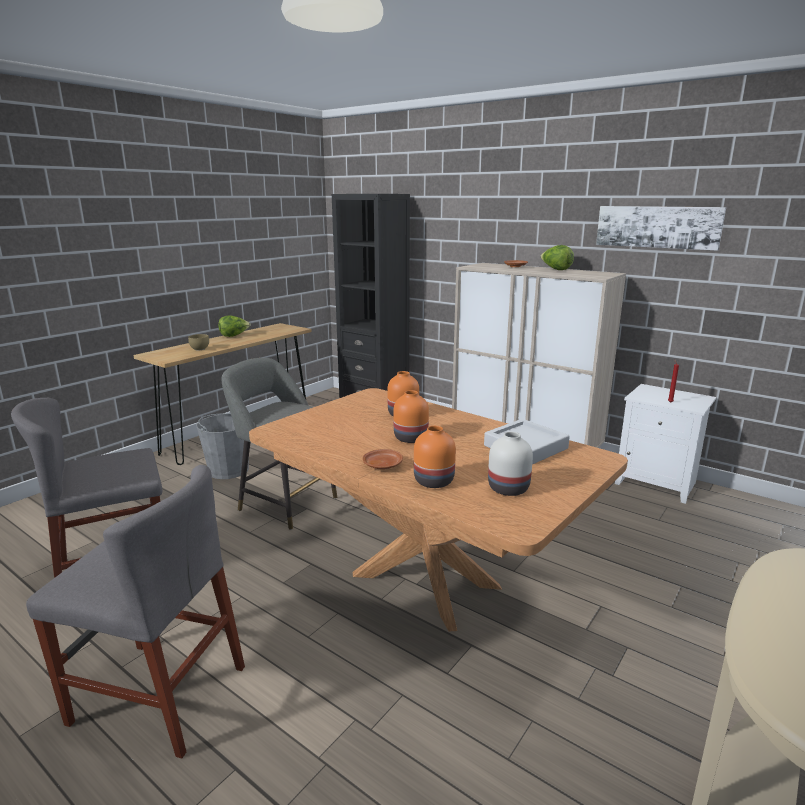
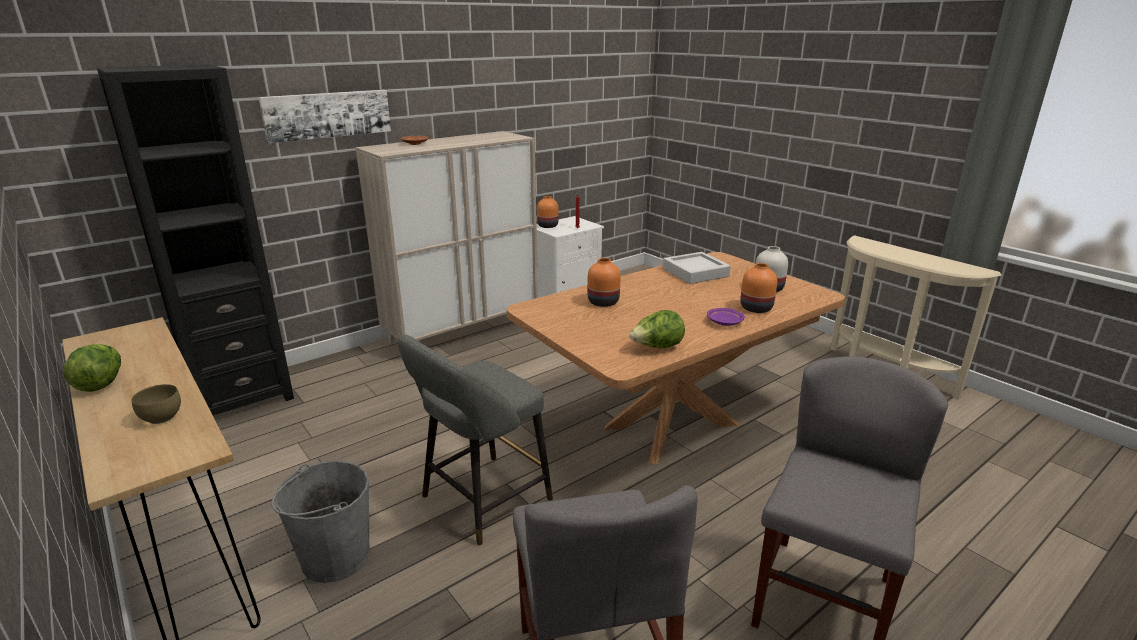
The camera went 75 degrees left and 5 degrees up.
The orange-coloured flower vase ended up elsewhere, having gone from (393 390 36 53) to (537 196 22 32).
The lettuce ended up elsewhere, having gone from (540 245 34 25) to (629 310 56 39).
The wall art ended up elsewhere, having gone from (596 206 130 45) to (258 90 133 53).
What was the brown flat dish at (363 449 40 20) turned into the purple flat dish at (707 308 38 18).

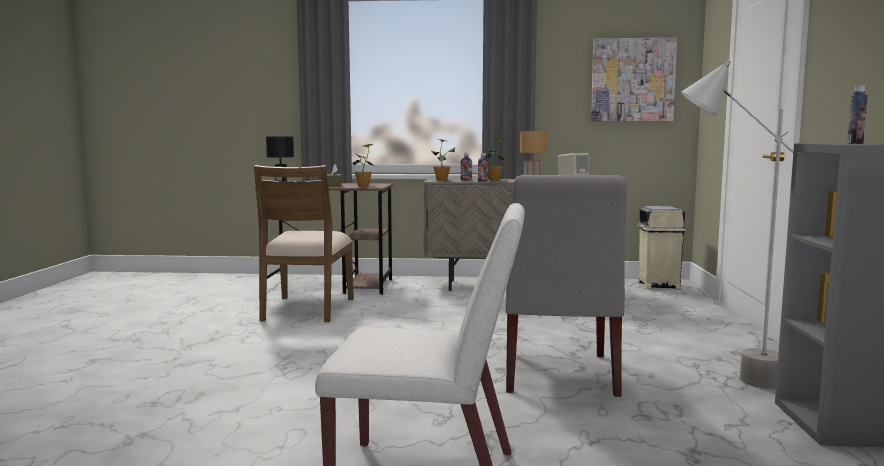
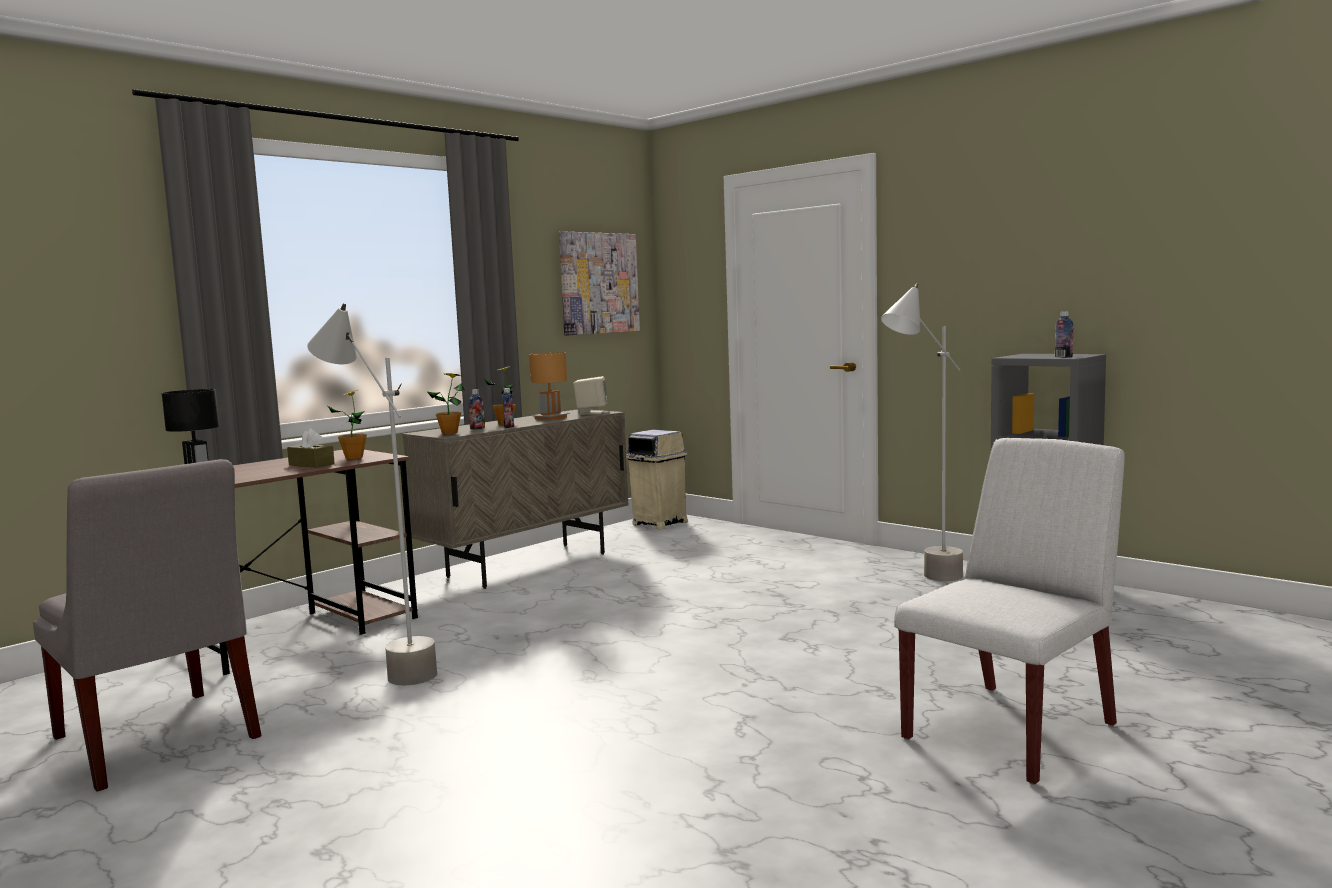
The camera went 50 degrees left and 0 degrees up.
The gray plain chair ended up elsewhere, having gone from (506 175 121 222) to (33 459 229 332).
Where the brown plain chair stood at (254 165 100 157), the gray standard lamp came to stand at (307 303 130 382).

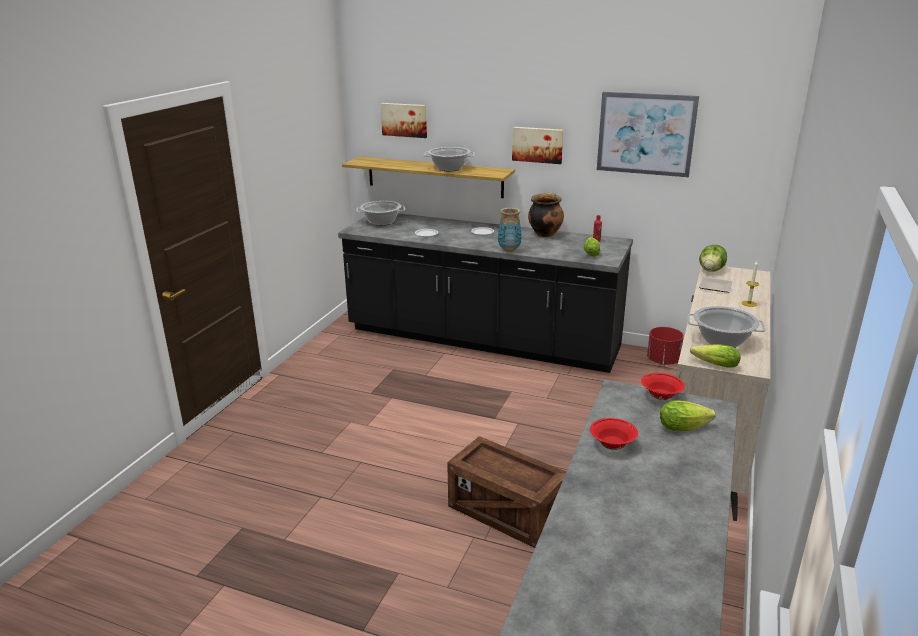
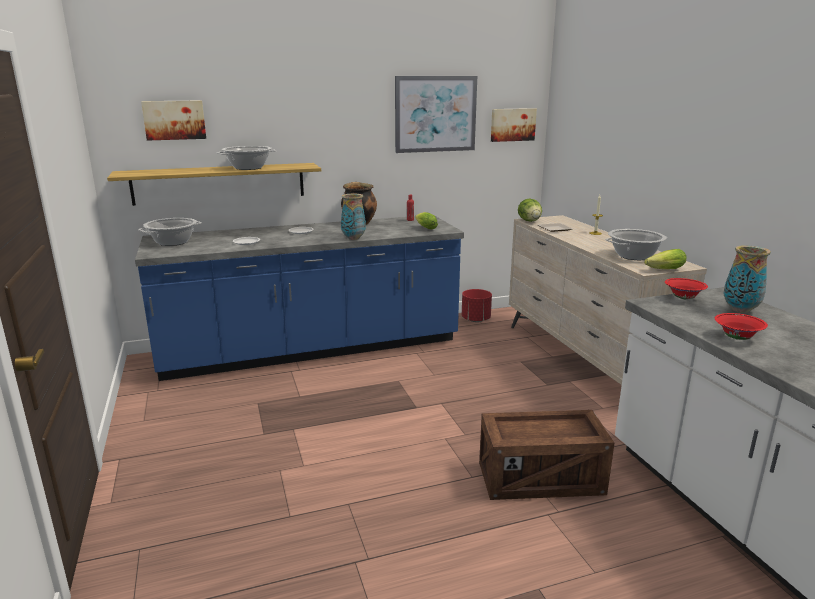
The camera went 40 degrees left and 5 degrees down.
The wall art ended up elsewhere, having gone from (512 127 51 37) to (491 108 46 34).
Where the lettuce stood at (660 400 56 31), the flower vase came to stand at (723 245 48 68).
What was the black kitchen base unit at (338 213 295 160) turned into the blue-coloured kitchen base unit at (135 215 329 166).

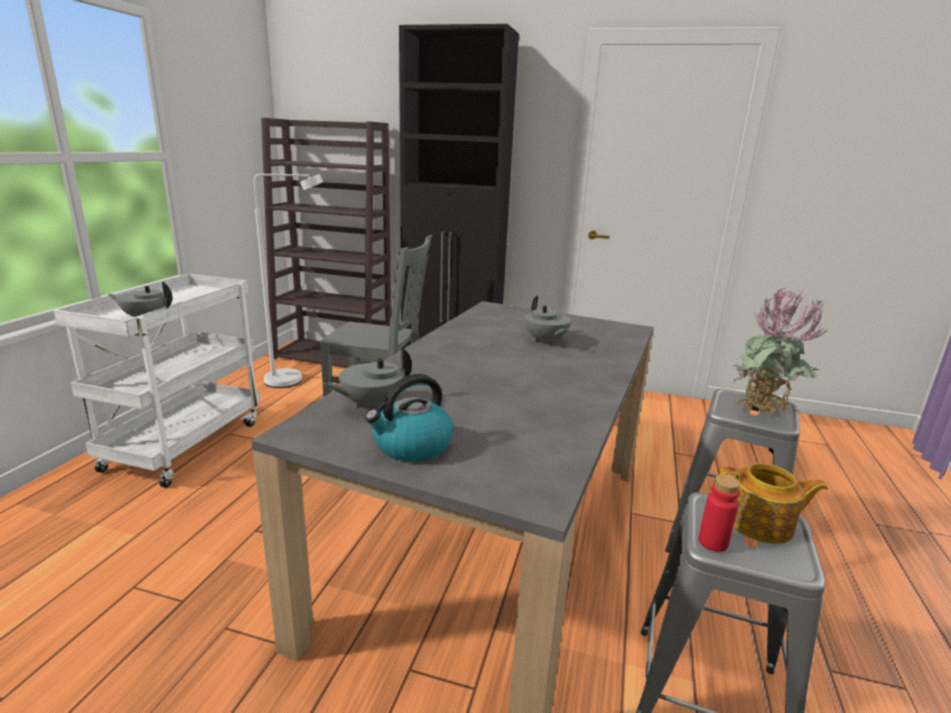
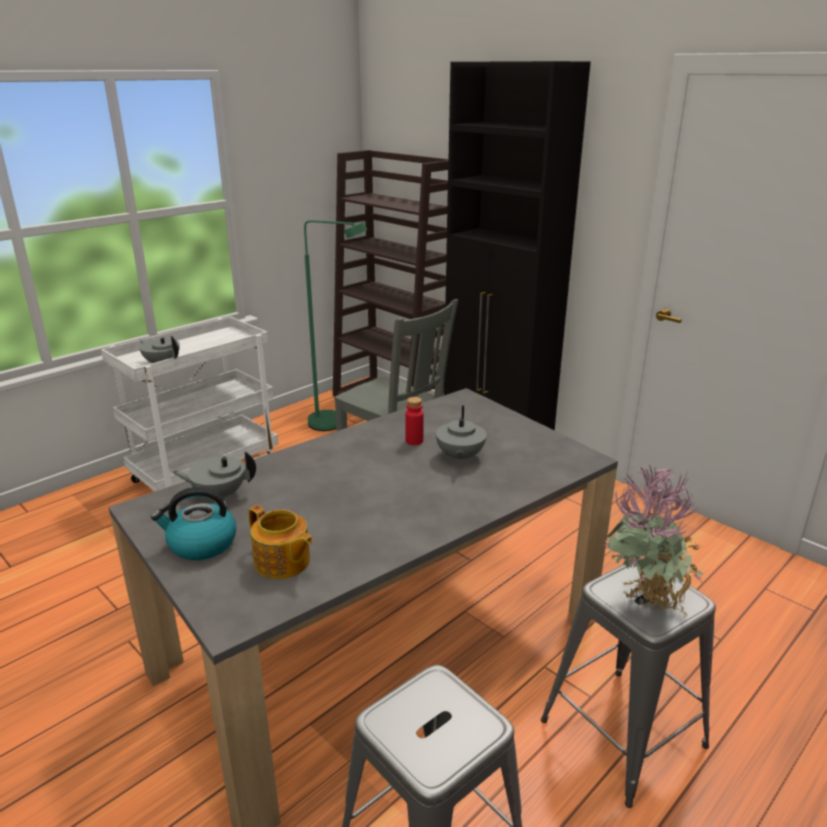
The camera went 30 degrees right and 5 degrees up.
The red bottle ended up elsewhere, having gone from (699 474 41 78) to (405 397 19 48).
The teapot ended up elsewhere, having gone from (718 463 110 81) to (248 505 65 74).
What was the white standard lamp at (254 174 69 214) turned into the green standard lamp at (304 220 63 211).

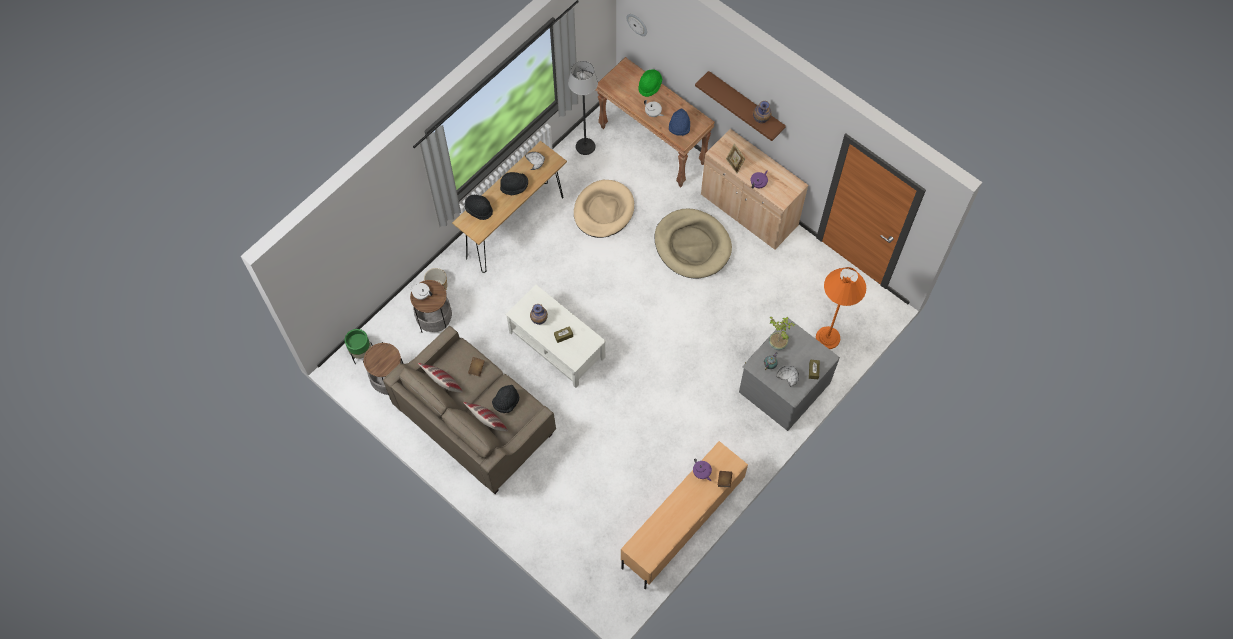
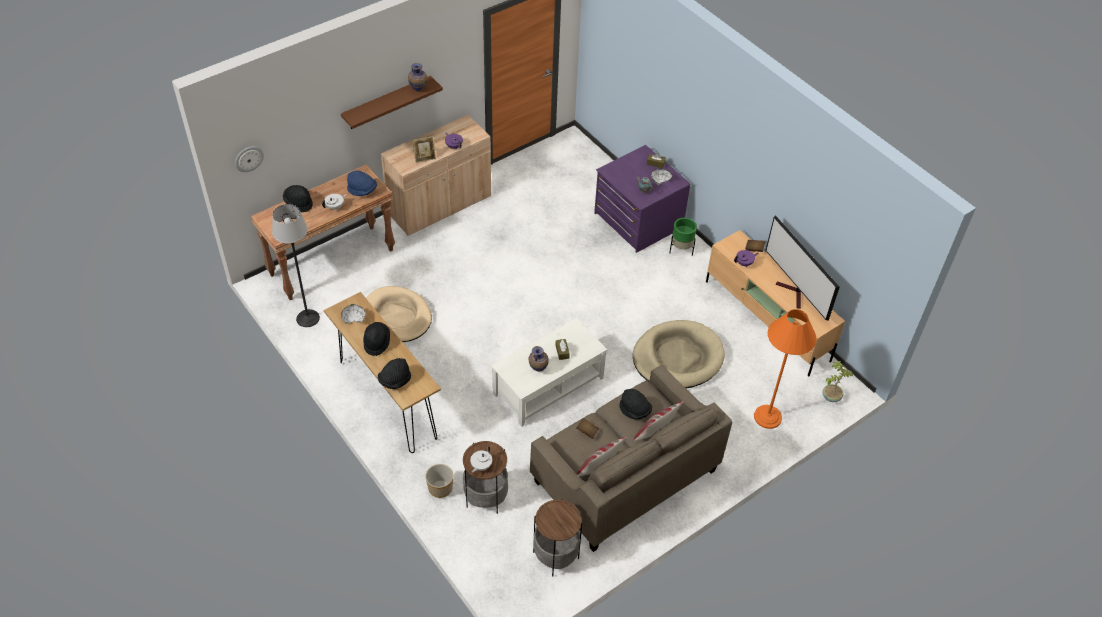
The camera went 80 degrees left and 15 degrees down.
The second view gained the TV set at (766 215 74 106).
The green planter ended up elsewhere, having gone from (345 329 28 35) to (670 218 27 38).
The beige pet bed ended up elsewhere, having gone from (654 209 78 70) to (633 320 92 69).
The plant in a pot ended up elsewhere, having gone from (769 317 26 33) to (823 361 30 41).
The orange-coloured standard lamp ended up elsewhere, having gone from (816 267 50 82) to (754 309 62 120).
What was the green wearable hat at (638 69 24 28) turned into the black wearable hat at (283 185 30 27).
What was the gray dresser at (739 318 101 113) turned into the purple dresser at (594 145 97 108).

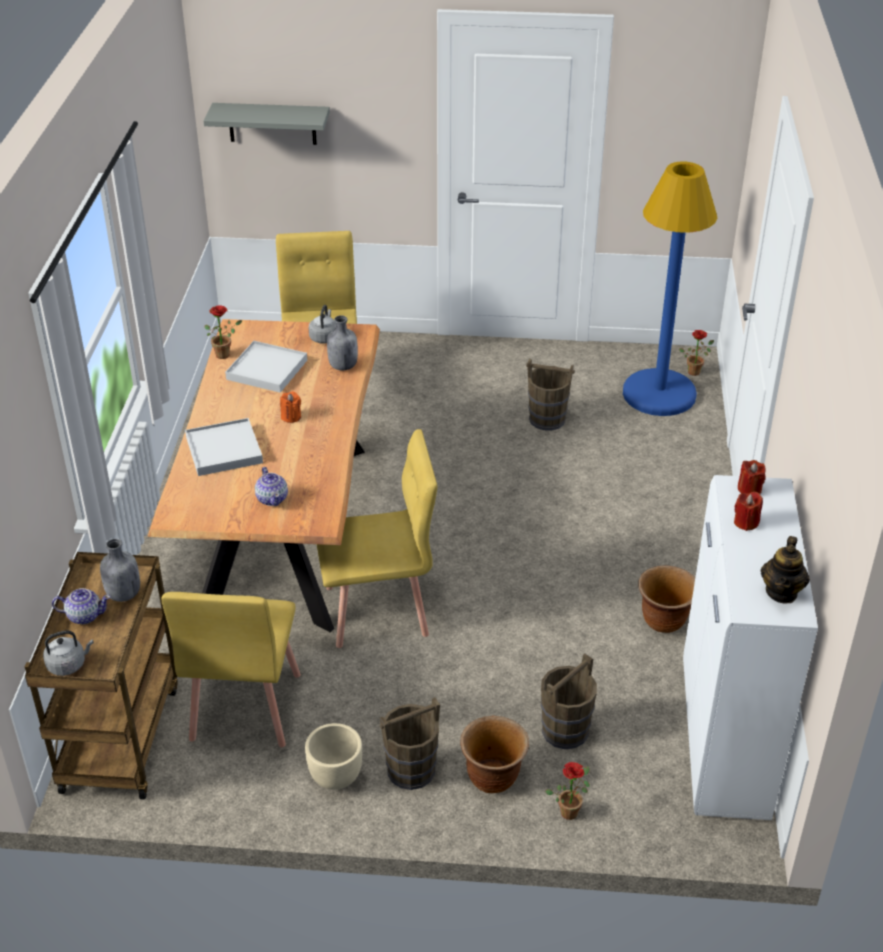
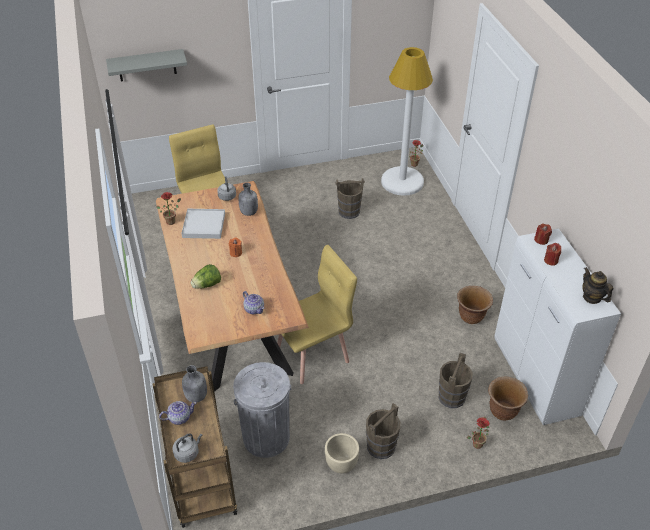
The camera went 20 degrees left and 5 degrees up.
The brown planter ended up elsewhere, having gone from (460 715 69 78) to (488 377 40 44).
Where the yellowish plain chair stood at (162 592 139 155), the gray trash can came to stand at (233 362 58 96).
Where the white tray stood at (185 418 78 58), the lettuce came to stand at (191 264 30 25).
What was the blue-coloured standard lamp at (623 161 94 255) turned into the white standard lamp at (381 47 52 149).
The teapot at (761 536 49 68) ended up facing another way, 150 degrees clockwise from before.

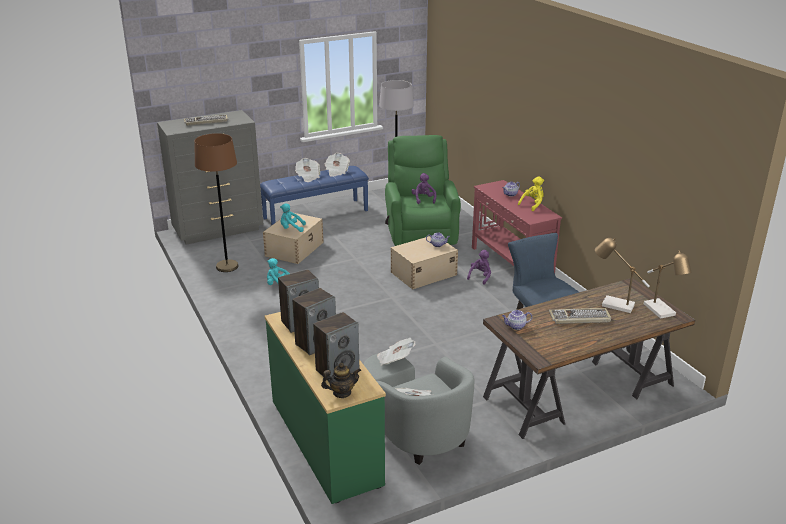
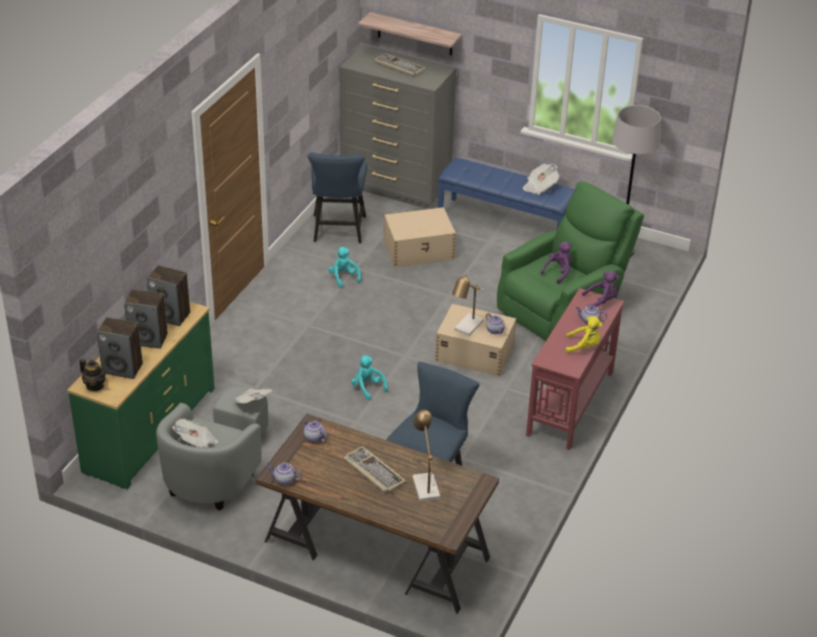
The camera went 50 degrees right and 10 degrees up.
The second view lost the daily paper at (295 158 25 24).
The second view gained the teapot at (267 463 35 23).
The second view gained the bracket shelf at (358 12 104 43).
The blue-green plush toy ended up elsewhere, having gone from (280 203 26 29) to (351 355 37 45).
The purple plush toy ended up elsewhere, having gone from (467 250 24 35) to (582 271 37 36).
The lamp for a table ended up elsewhere, having gone from (644 250 48 69) to (452 274 32 62).
Where the brown standard lamp stood at (194 133 45 139), the blue-coloured plain chair came to stand at (308 153 59 90).

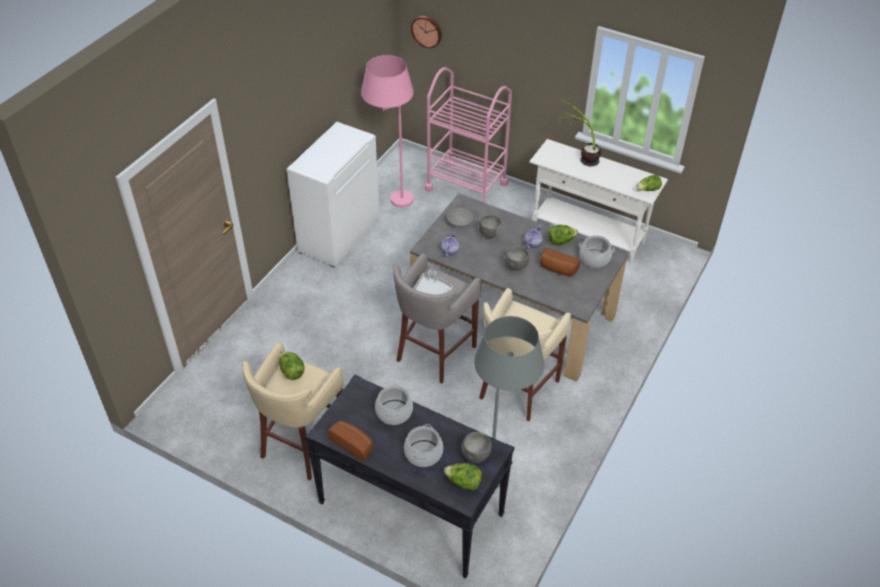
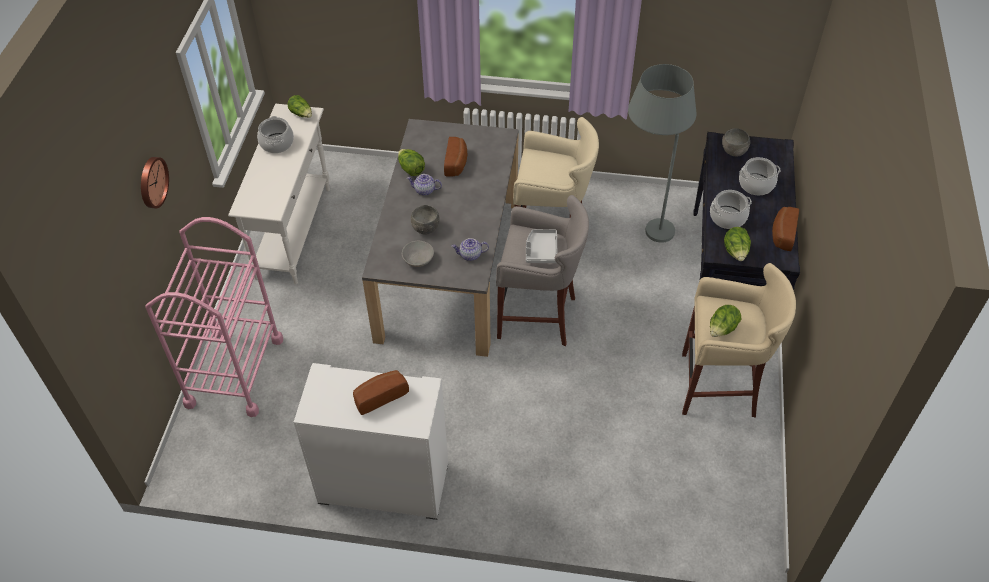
The camera went 110 degrees left and 5 degrees up.
The second view lost the pink-coloured standard lamp at (361 55 53 152).
The second view lost the gray serving bowl at (505 246 25 25).
The second view lost the plant in a pot at (558 98 43 68).
The second view gained the bakery bread at (353 370 56 45).
The hanging clock ended up elsewhere, having gone from (411 16 31 32) to (141 157 28 52).
The lettuce ended up elsewhere, having gone from (444 463 38 27) to (724 227 27 34).
The saucepot ended up elsewhere, having gone from (579 235 36 33) to (257 116 37 37).

